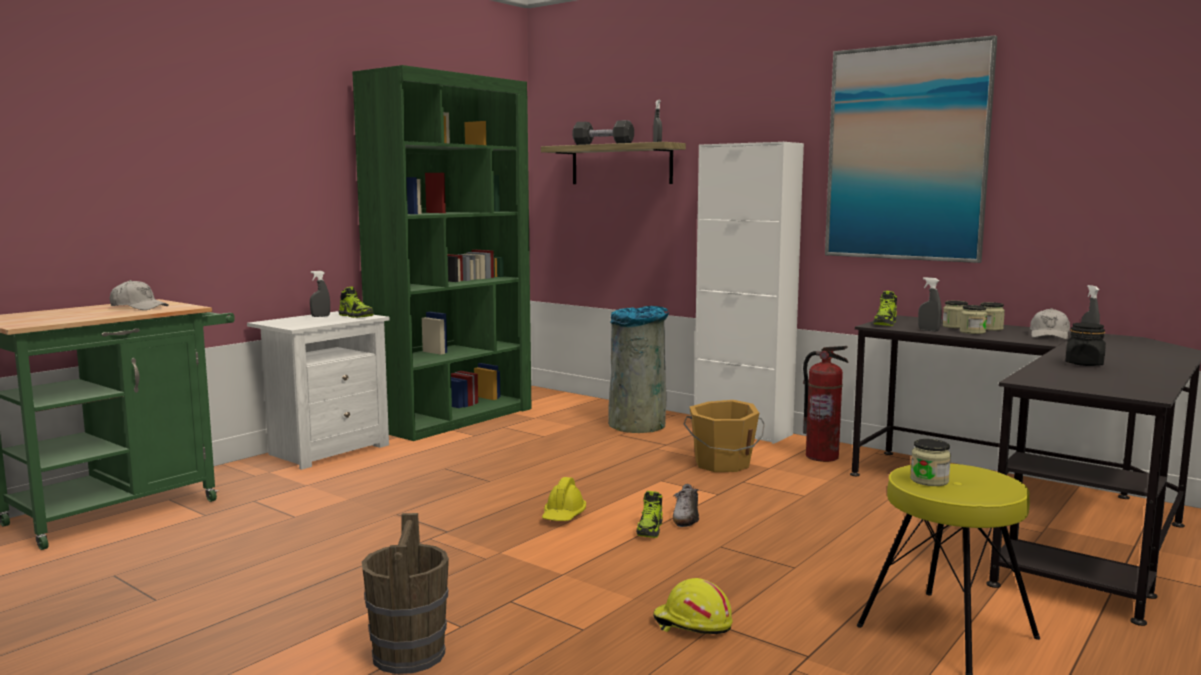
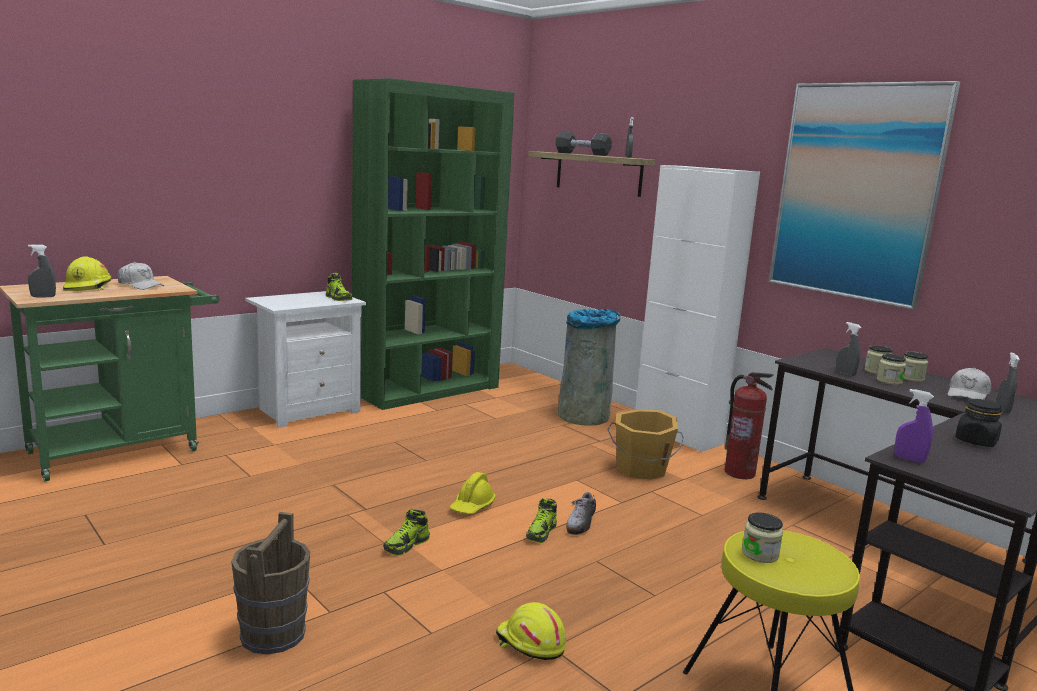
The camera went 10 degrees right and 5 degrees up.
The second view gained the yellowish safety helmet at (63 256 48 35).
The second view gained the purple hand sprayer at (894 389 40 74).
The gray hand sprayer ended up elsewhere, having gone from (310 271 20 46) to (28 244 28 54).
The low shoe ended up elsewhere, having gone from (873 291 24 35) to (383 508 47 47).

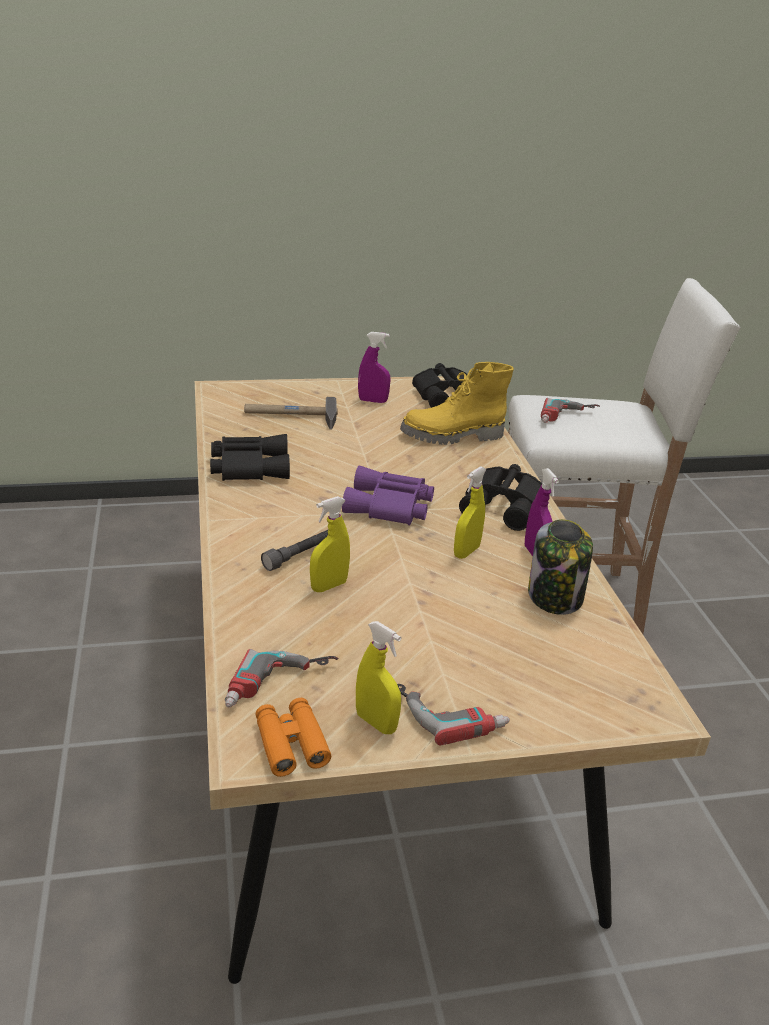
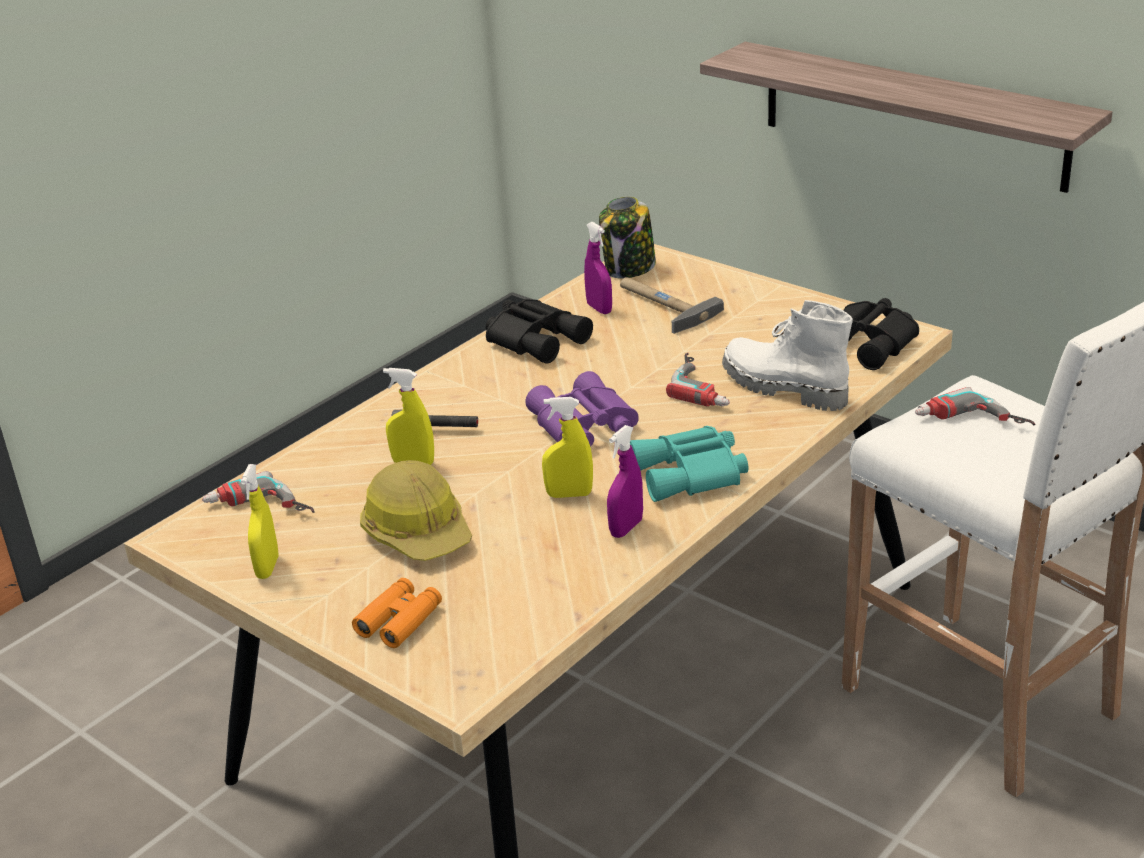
The camera went 55 degrees right and 0 degrees up.
The second view gained the safety helmet at (360 460 112 101).
The second view gained the bracket shelf at (700 42 412 151).
The orange-coloured binoculars ended up elsewhere, having gone from (255 698 76 79) to (352 578 90 70).
The purple hand sprayer ended up elsewhere, having gone from (358 332 32 71) to (584 222 28 92).
The power drill ended up elsewhere, having gone from (397 684 113 62) to (666 353 64 54).
The jar ended up elsewhere, having gone from (528 519 65 96) to (599 197 57 82).
What was the yellowish tall boot at (400 362 114 83) turned into the white tall boot at (722 300 131 111).
What was the black binoculars at (459 464 83 67) turned into the blue-green binoculars at (630 426 119 76).

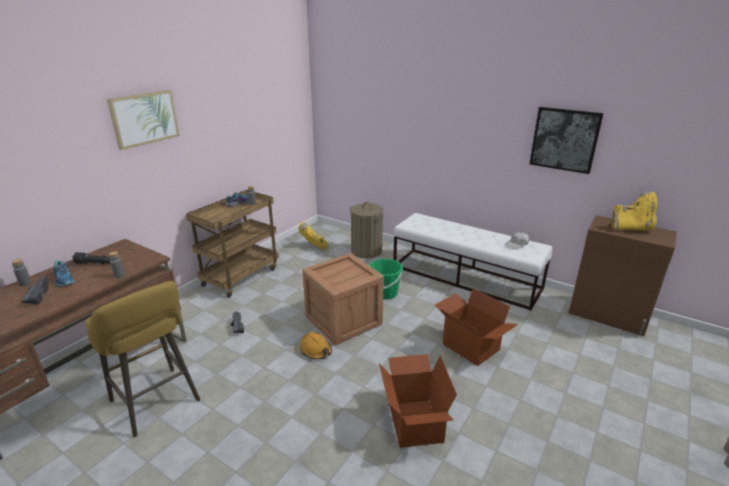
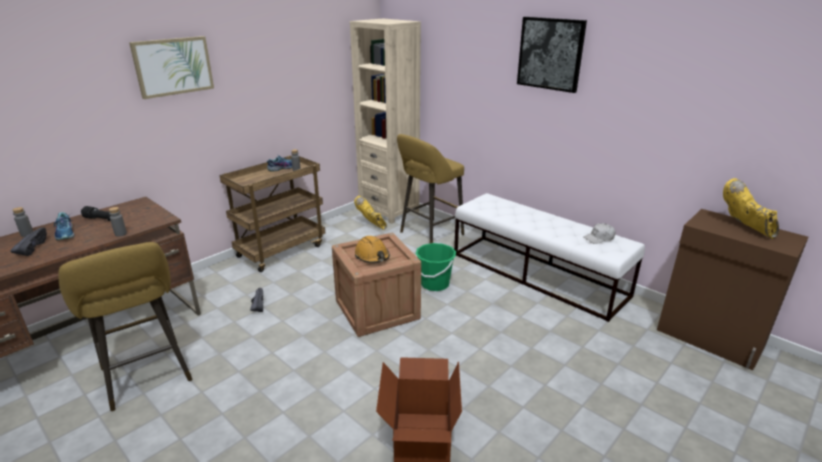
The camera went 10 degrees right and 0 degrees up.
The second view lost the packing box at (434 288 84 78).
The second view gained the beige bookshelf at (350 19 71 205).
The orange-coloured safety helmet ended up elsewhere, having gone from (300 332 32 27) to (355 236 35 27).
The wall art ended up elsewhere, having gone from (530 107 74 67) to (517 17 70 76).
Where the hamper stood at (350 202 34 57), the yellowish stool came to stand at (397 134 67 109).
The yellowish tall boot at (612 192 46 39) ended up facing another way, 120 degrees counterclockwise from before.

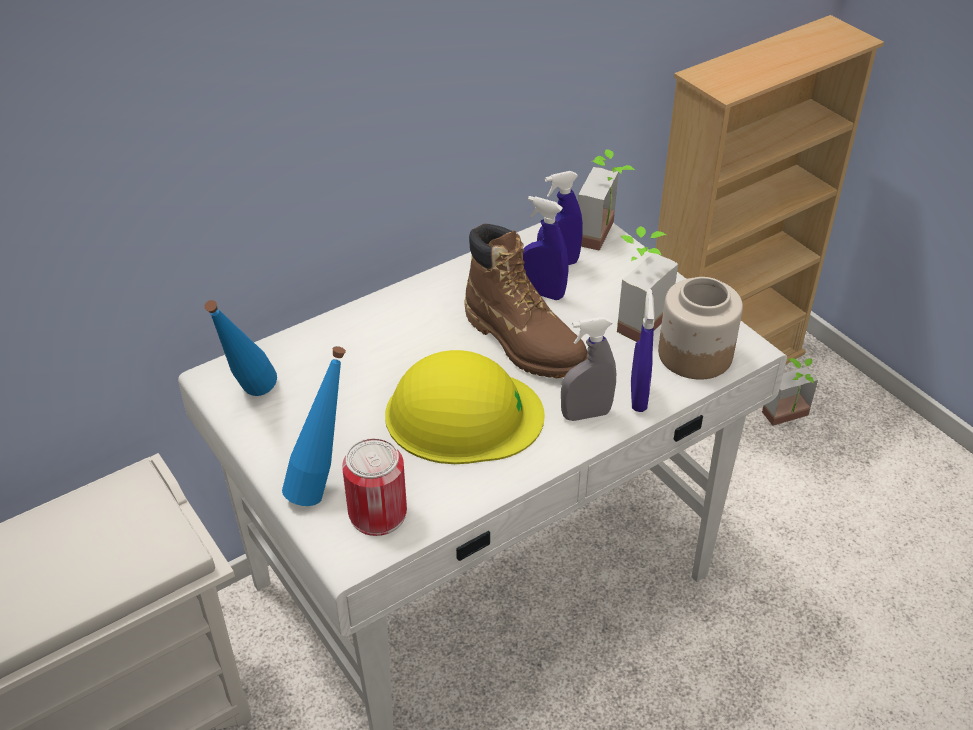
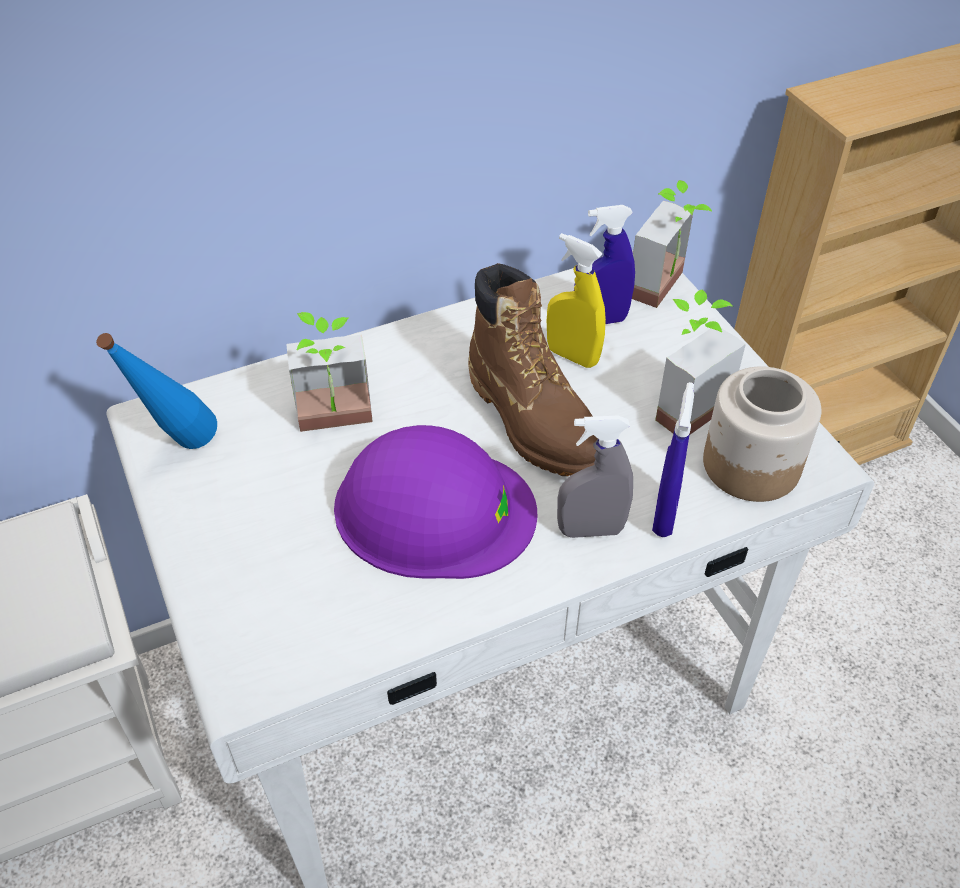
The camera went 10 degrees right and 5 degrees up.
The second view lost the blue-coloured bottle at (282 346 64 160).
The second view lost the sealed can at (342 438 65 98).
The plant in a pot ended up elsewhere, having gone from (762 358 56 68) to (286 312 87 120).
What was the yellowish safety helmet at (385 350 160 114) turned into the purple safety helmet at (334 425 203 154).
What was the blue-coloured hand sprayer at (523 196 45 104) turned into the yellowish hand sprayer at (547 233 59 135).

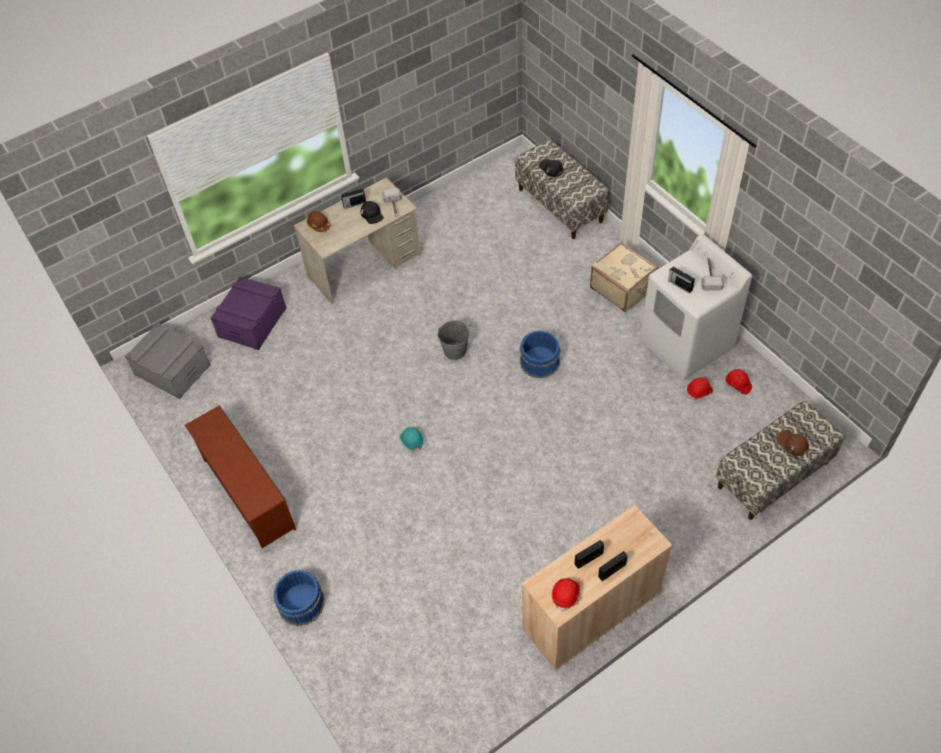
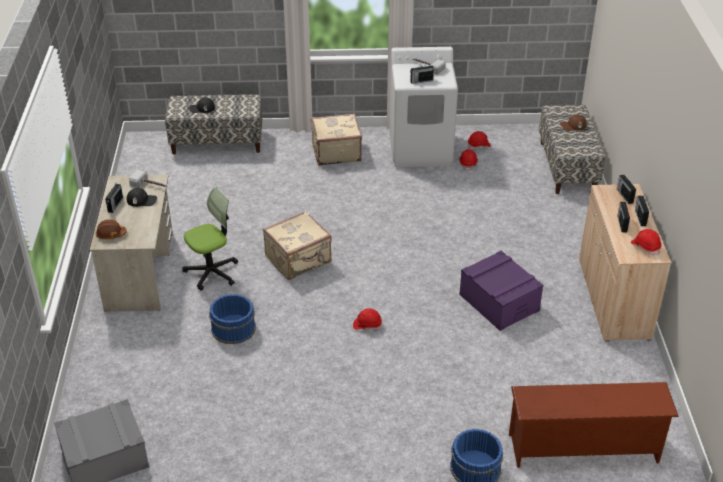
The camera went 60 degrees left and 15 degrees down.
The second view gained the office chair at (182 187 56 104).
The second view gained the radio set at (617 175 19 29).
The brown shoe stand ended up elsewhere, having gone from (185 405 111 143) to (509 382 170 86).
The purple storage box ended up elsewhere, having gone from (210 276 76 74) to (459 251 85 80).
The blue-coloured water bucket ended up elsewhere, having gone from (519 330 42 48) to (209 294 47 50).
Where the gray water bucket stood at (438 320 31 40), the beige travel case came to stand at (263 211 69 69).
What was the blue-green safety helmet at (400 427 24 25) turned into the red safety helmet at (353 308 29 22).

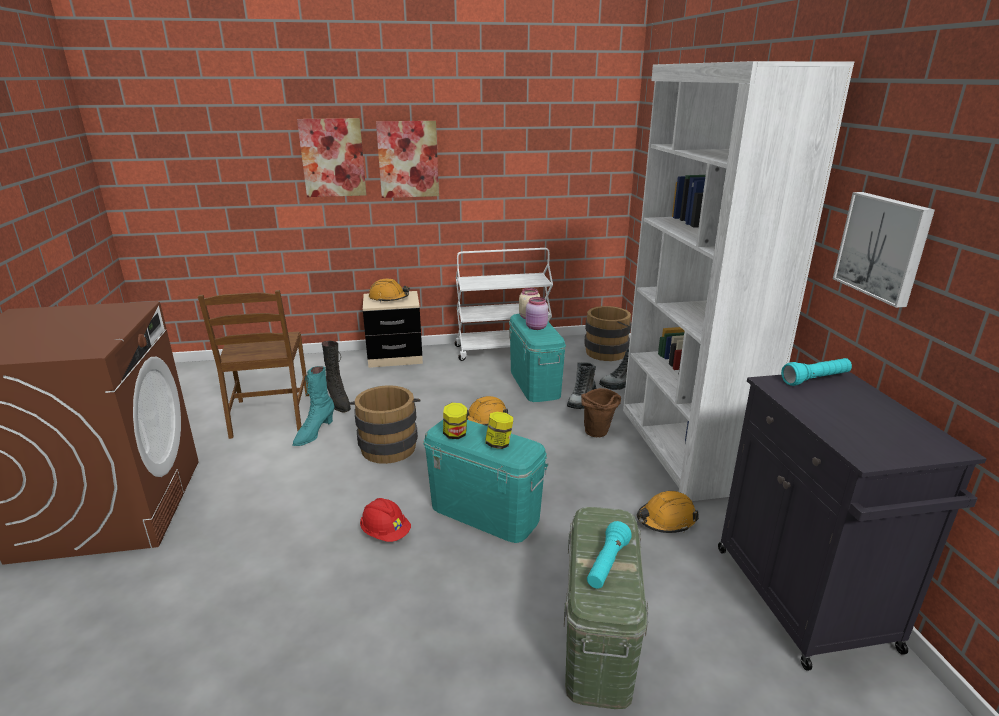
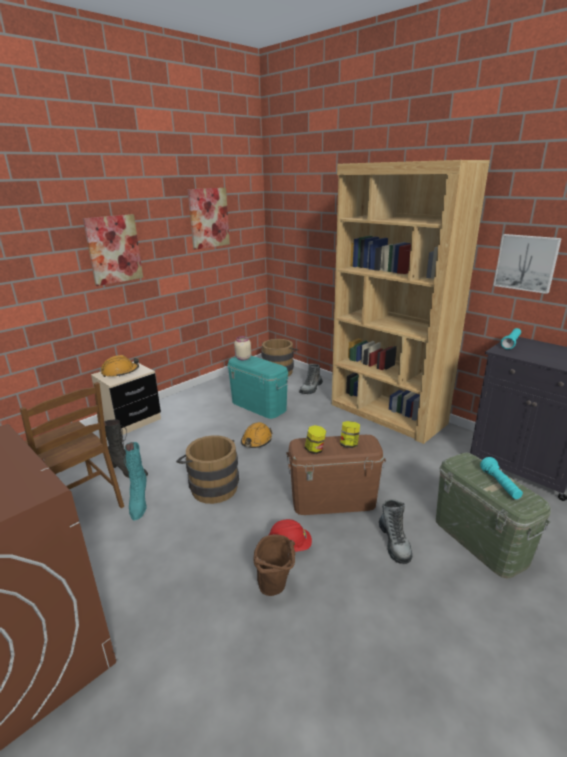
The camera went 35 degrees left and 0 degrees up.
The second view lost the white trolley at (455 248 98 113).
The second view lost the pink-coloured jar at (526 297 22 33).
The second view lost the orange-coloured safety helmet at (637 491 62 42).
The wall art ended up elsewhere, having gone from (297 118 69 79) to (188 188 42 62).
The tall boot ended up elsewhere, having gone from (567 362 29 47) to (379 499 33 65).
The brown water bucket ended up elsewhere, having gone from (581 388 40 49) to (253 534 42 62).
What was the blue-green storage box at (423 420 125 123) turned into the brown storage box at (286 435 100 80).
What was the white bookshelf at (623 61 231 440) turned into the brown bookshelf at (332 160 158 284).

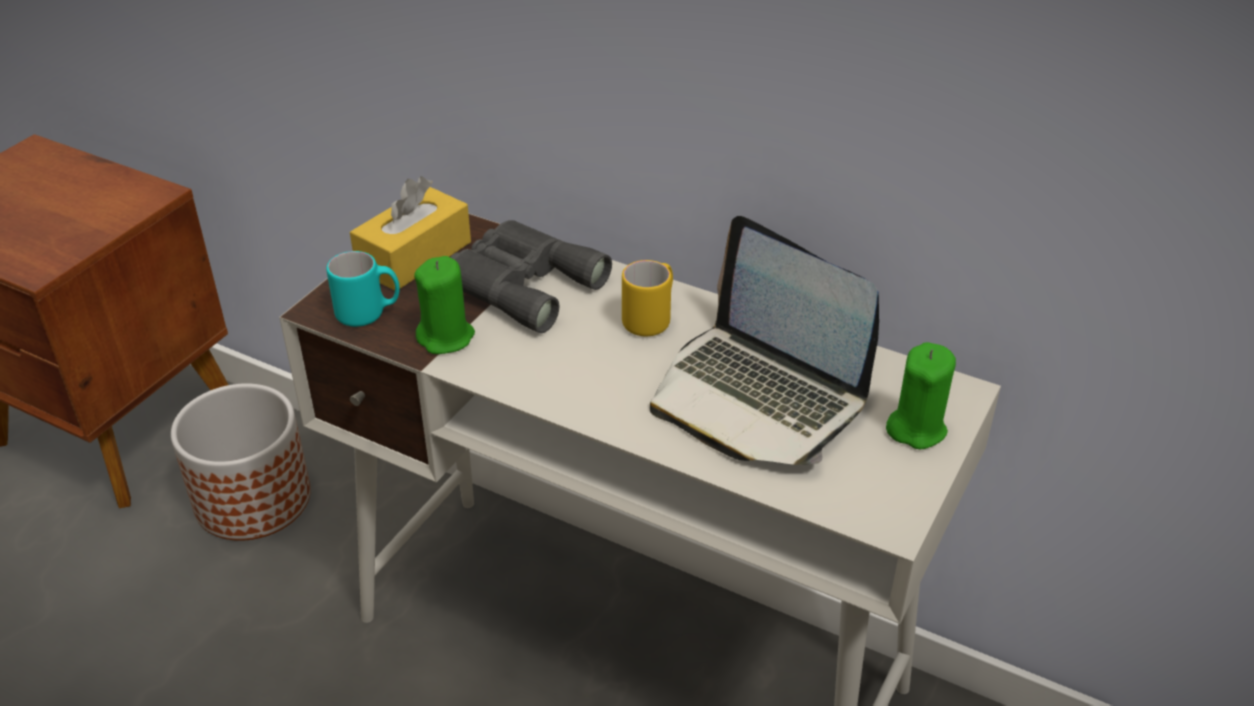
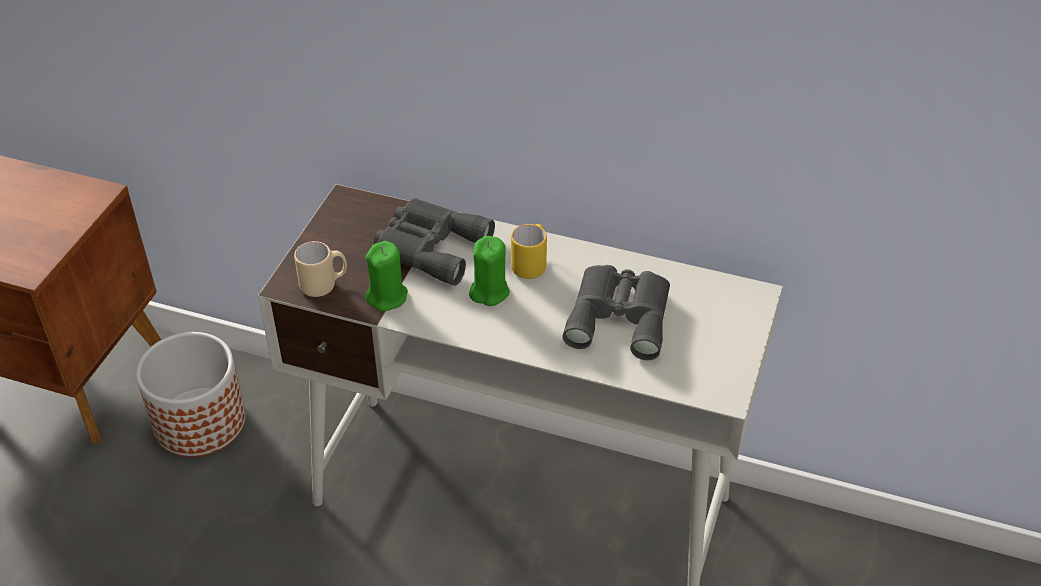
The camera went 10 degrees left and 5 degrees up.
The second view lost the yellowish tissue box at (350 177 121 114).
The green wax candle ended up elsewhere, having gone from (886 342 70 107) to (469 236 41 70).
Where the notebook computer stood at (650 216 229 249), the gray binoculars came to stand at (563 265 107 95).
What was the blue-green tea mug at (326 251 74 76) turned into the beige tea mug at (294 241 53 56).

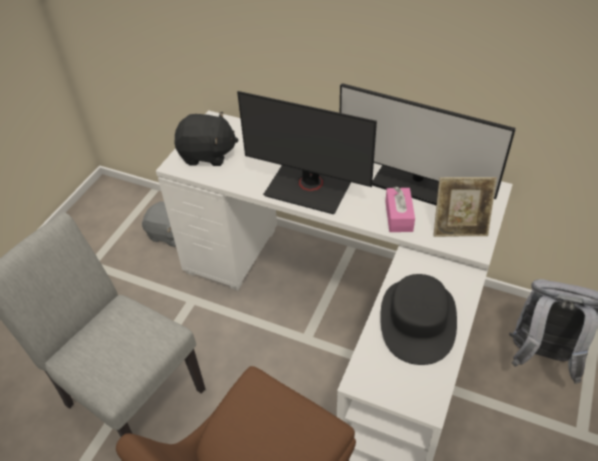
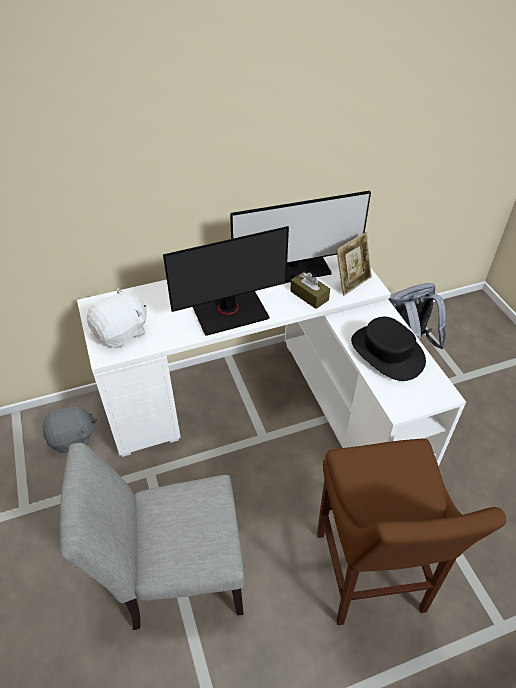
The camera went 45 degrees left and 0 degrees up.
What was the black plush toy at (175 111 64 55) turned into the white plush toy at (87 288 60 61).
What was the pink-coloured tissue box at (385 187 30 45) turned into the brown tissue box at (290 272 40 37).

